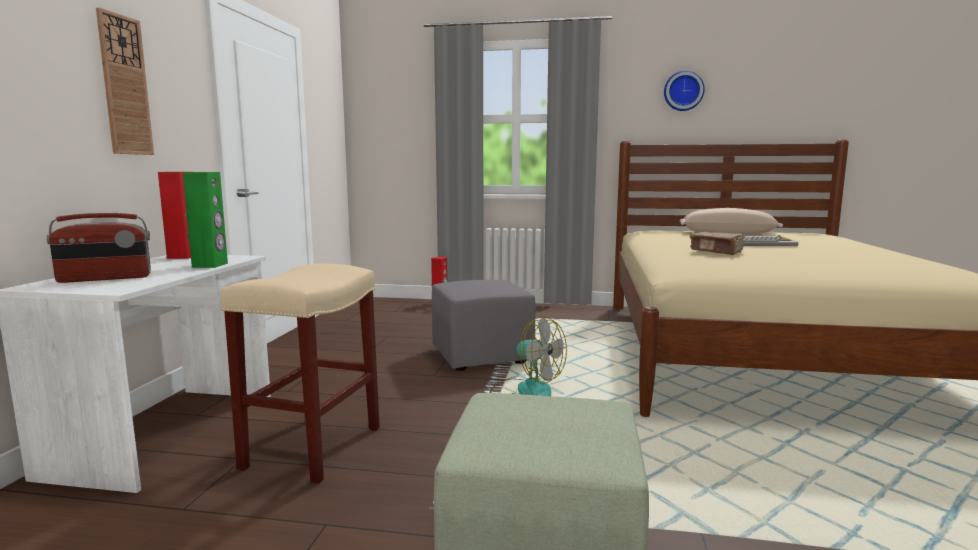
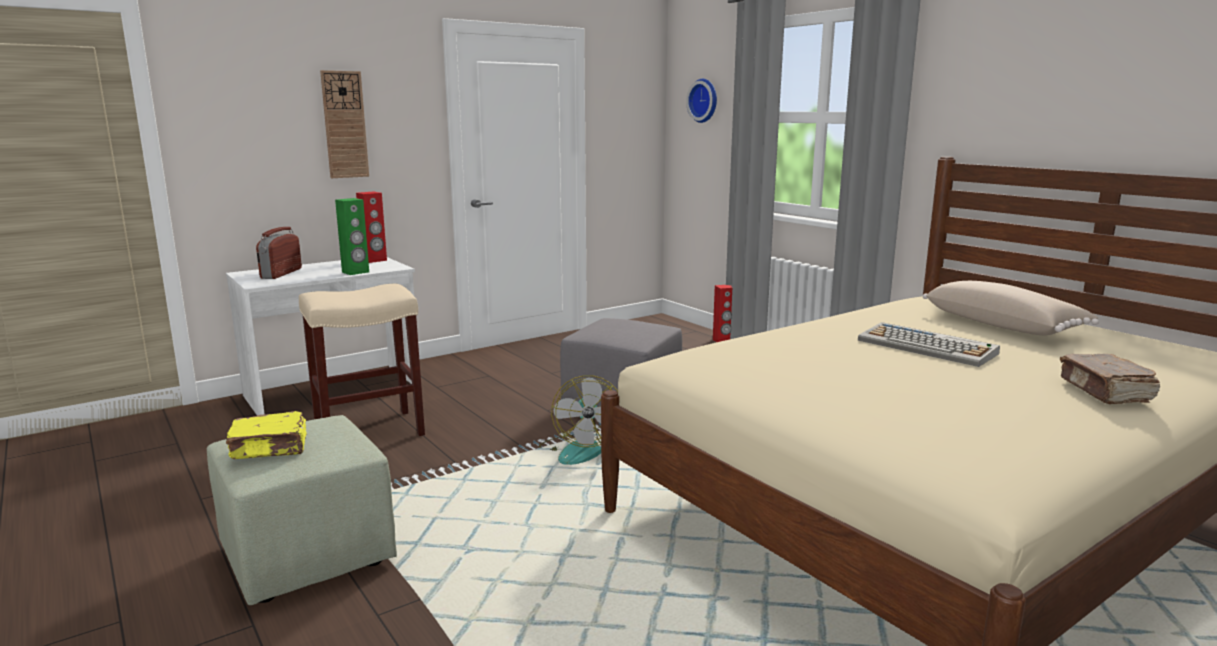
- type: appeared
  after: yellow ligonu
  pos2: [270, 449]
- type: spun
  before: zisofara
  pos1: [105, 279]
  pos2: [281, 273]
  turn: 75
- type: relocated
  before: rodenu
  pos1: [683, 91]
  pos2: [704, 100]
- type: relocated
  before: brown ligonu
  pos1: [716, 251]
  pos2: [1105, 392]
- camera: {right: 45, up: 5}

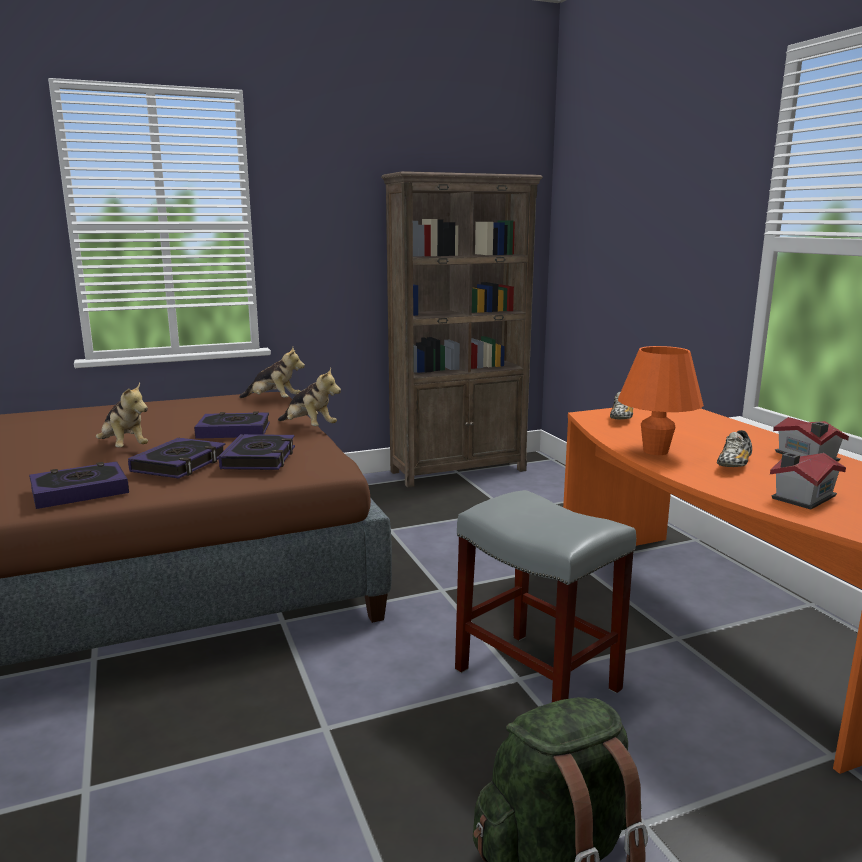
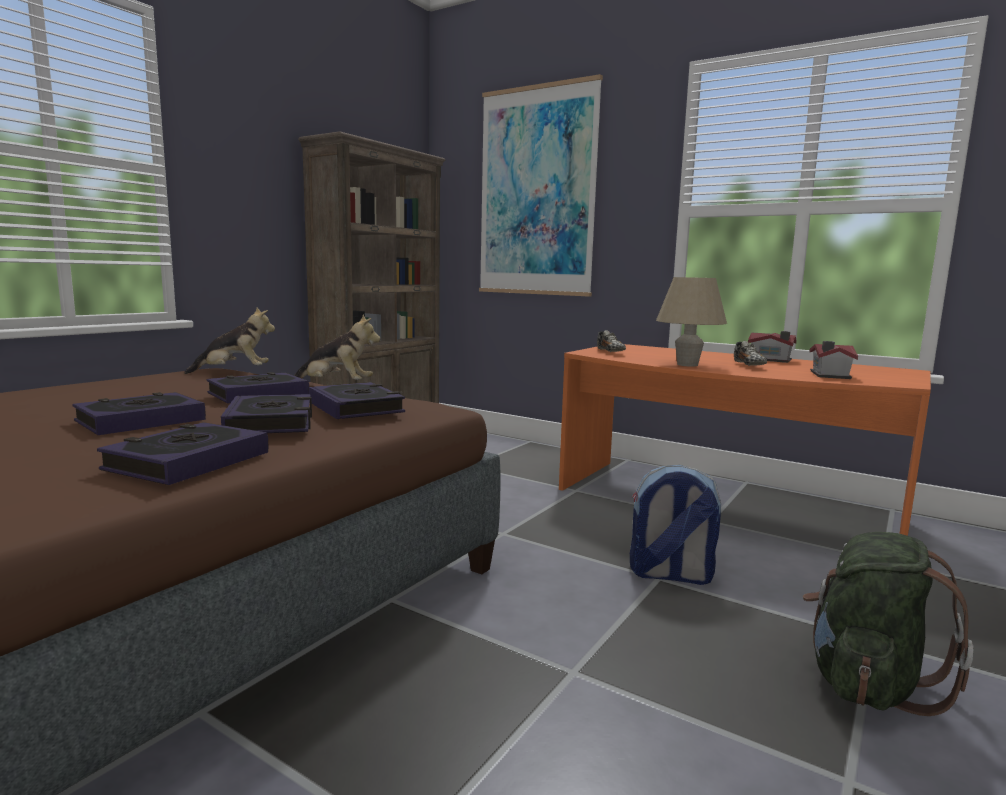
- type: exchanged
  before: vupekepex
  after: ligonu
  pos1: [123, 448]
  pos2: [140, 421]
- type: appeared
  after: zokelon
  pos2: [537, 192]
- type: exchanged
  before: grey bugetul
  after: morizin
  pos1: [535, 679]
  pos2: [670, 575]
- type: colour
  before: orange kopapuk
  after: beige kopapuk
  pos1: [655, 451]
  pos2: [687, 365]
- camera: {right: -35, up: -5}

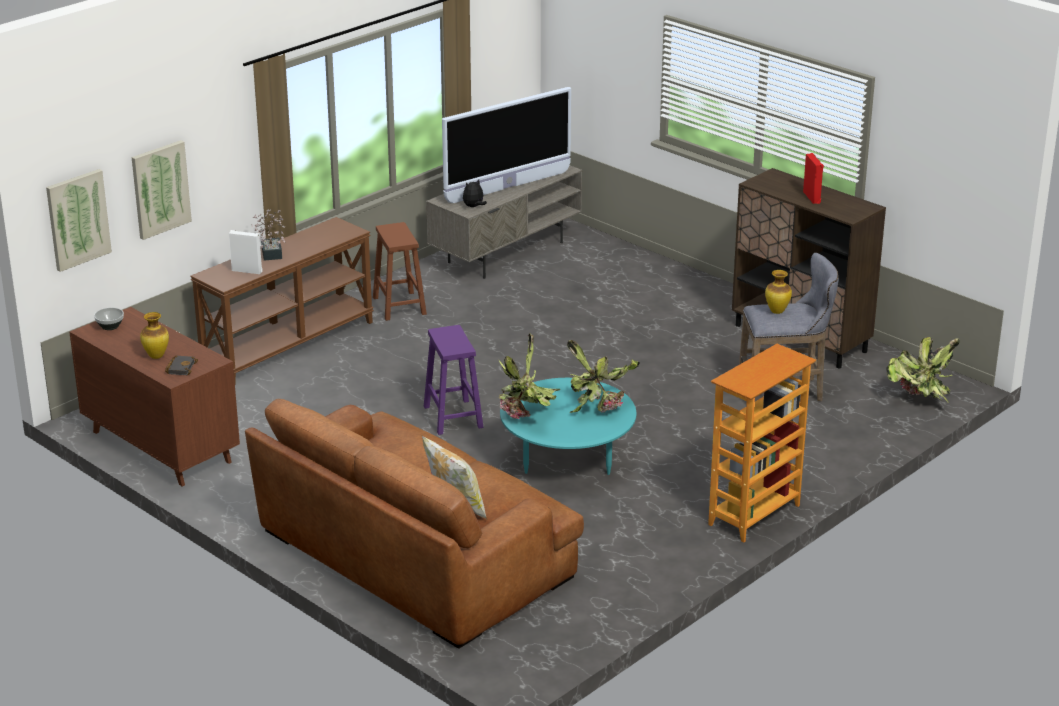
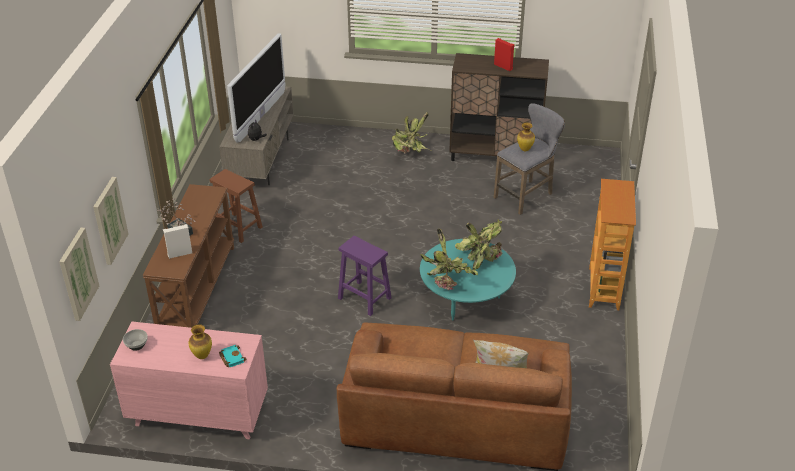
- type: colour
  before: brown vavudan
  after: pink vavudan
  pos1: [160, 446]
  pos2: [198, 414]
- type: colour
  before: black ligonu
  after: turquoise ligonu
  pos1: [180, 367]
  pos2: [231, 357]
- type: relocated
  before: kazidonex
  pos1: [920, 398]
  pos2: [410, 153]
- camera: {right: -35, up: 10}

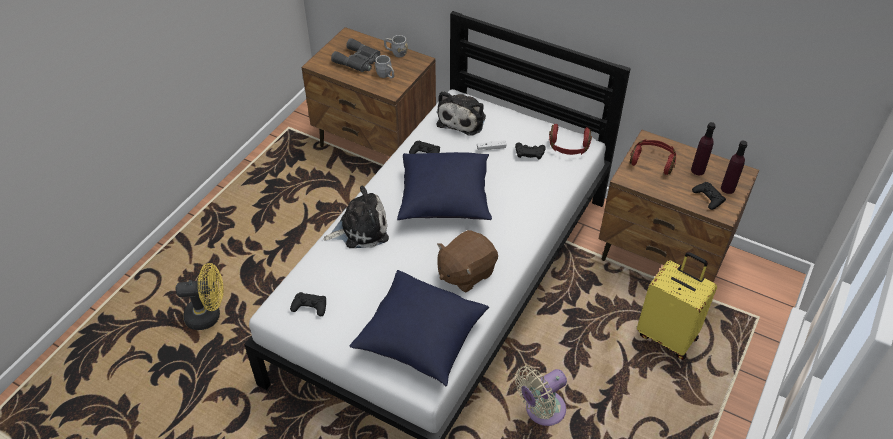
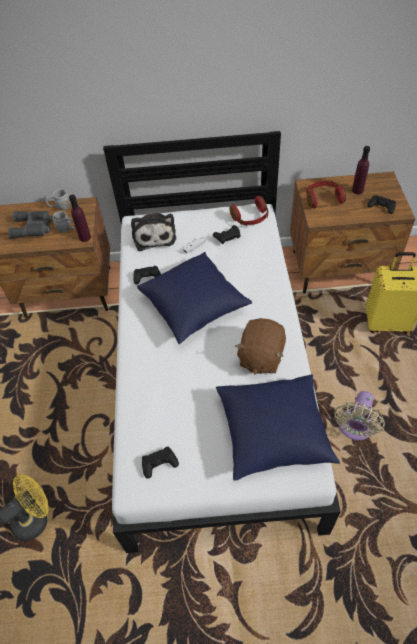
- type: relocated
  before: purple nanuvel
  pos1: [727, 188]
  pos2: [85, 237]
- type: missing
  before: vupekepex
  pos1: [360, 229]
- camera: {right: -30, up: 5}

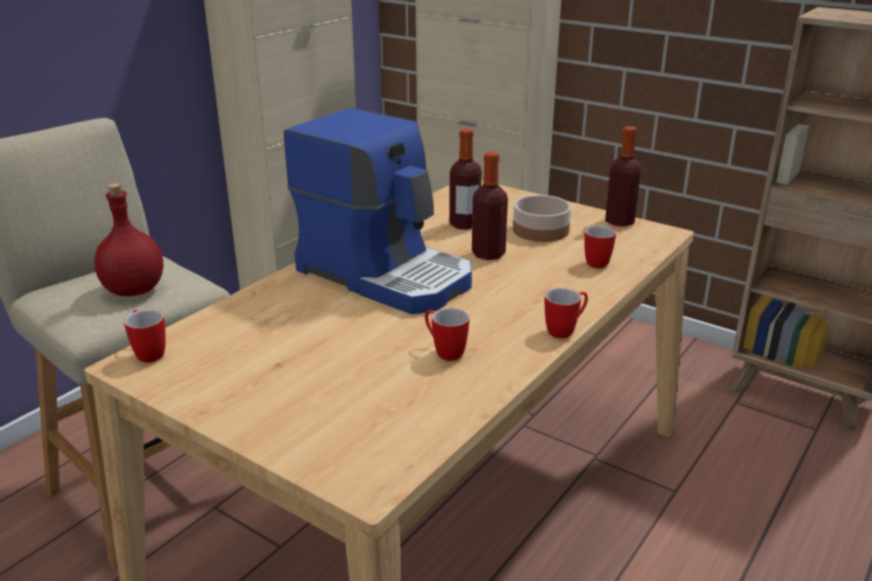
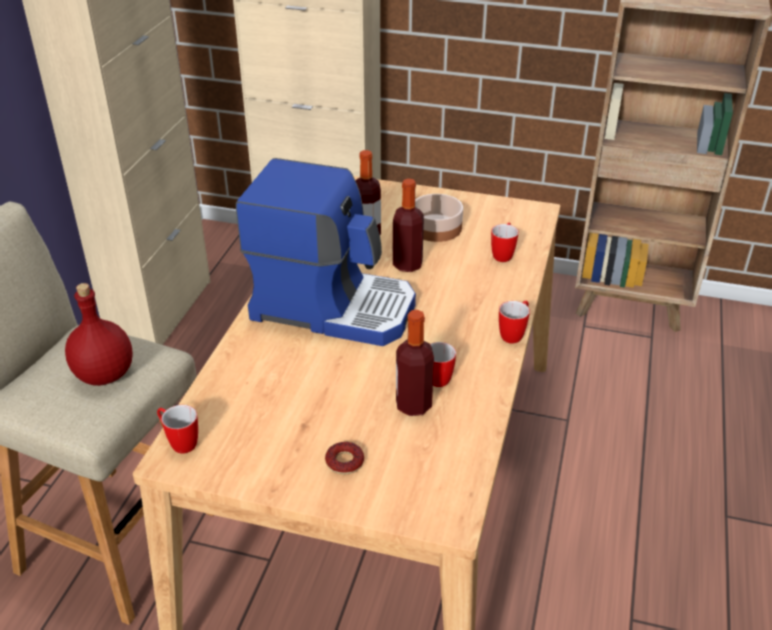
- type: appeared
  after: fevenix
  pos2: [344, 462]
- type: relocated
  before: nanuvel
  pos1: [619, 221]
  pos2: [413, 405]
- camera: {right: -20, up: 10}

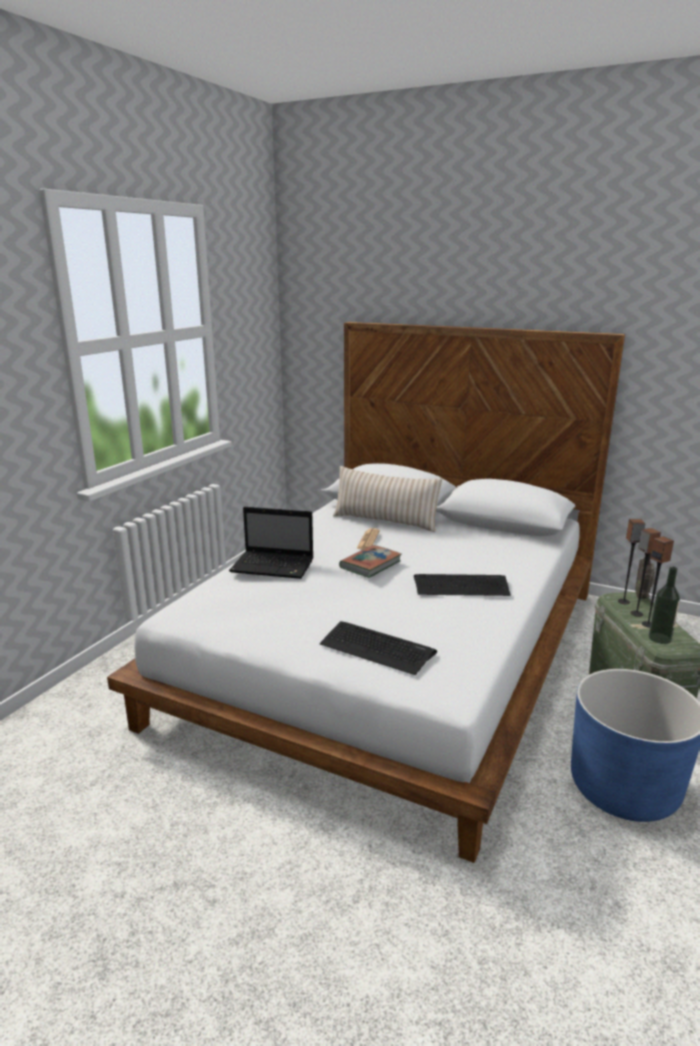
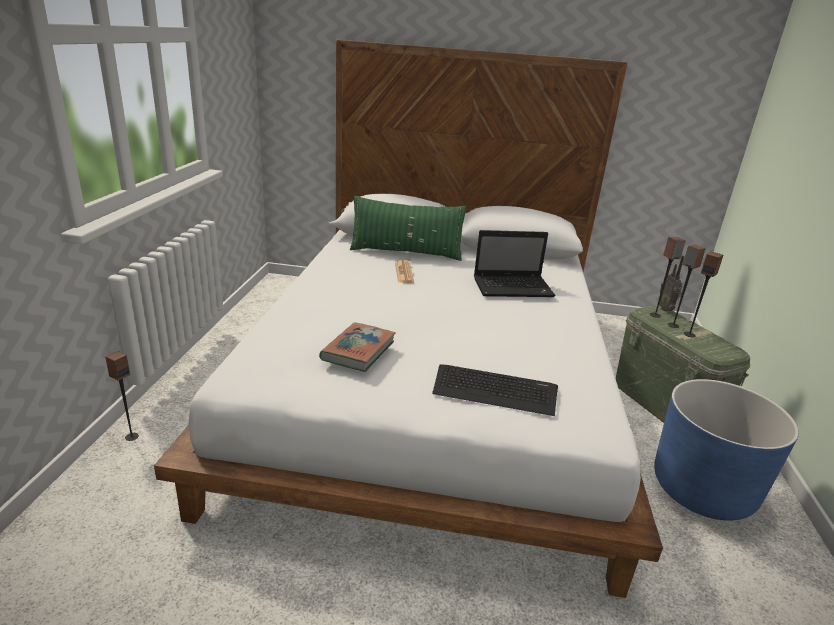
- type: appeared
  after: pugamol
  pos2: [131, 436]
- type: relocated
  before: ligonu
  pos1: [370, 565]
  pos2: [358, 351]
- type: colour
  before: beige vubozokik
  after: green vubozokik
  pos1: [385, 521]
  pos2: [406, 252]
- type: relocated
  before: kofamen
  pos1: [274, 566]
  pos2: [514, 287]
- type: missing
  before: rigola
  pos1: [461, 586]
- type: missing
  before: nanuvel
  pos1: [659, 638]
- camera: {right: -20, up: 5}

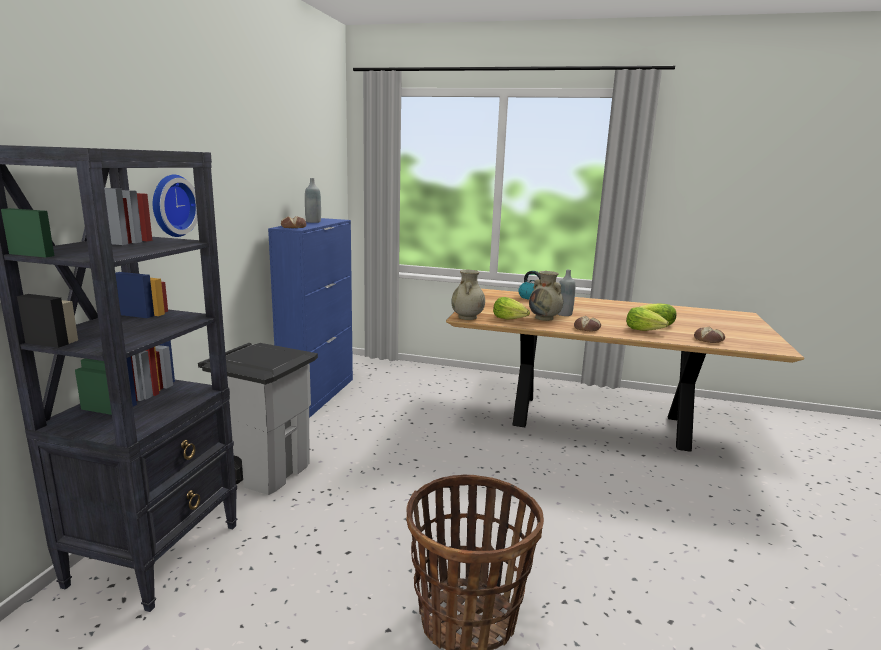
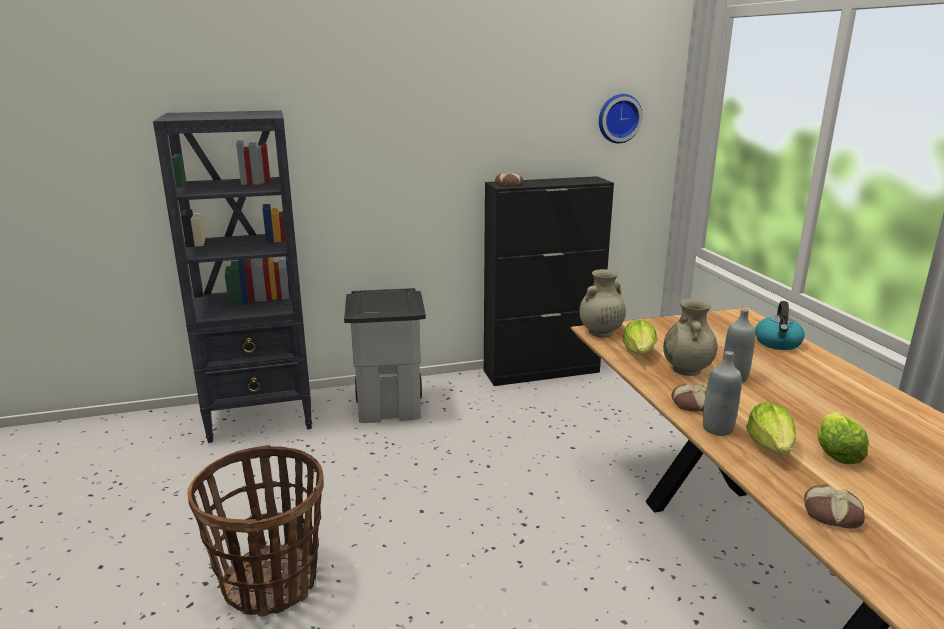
- type: colour
  before: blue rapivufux
  after: black rapivufux
  pos1: [318, 395]
  pos2: [542, 371]
- type: relocated
  before: rodenu
  pos1: [171, 205]
  pos2: [618, 118]
- type: relocated
  before: grey nanuvel
  pos1: [313, 222]
  pos2: [717, 429]
- camera: {right: 60, up: 5}

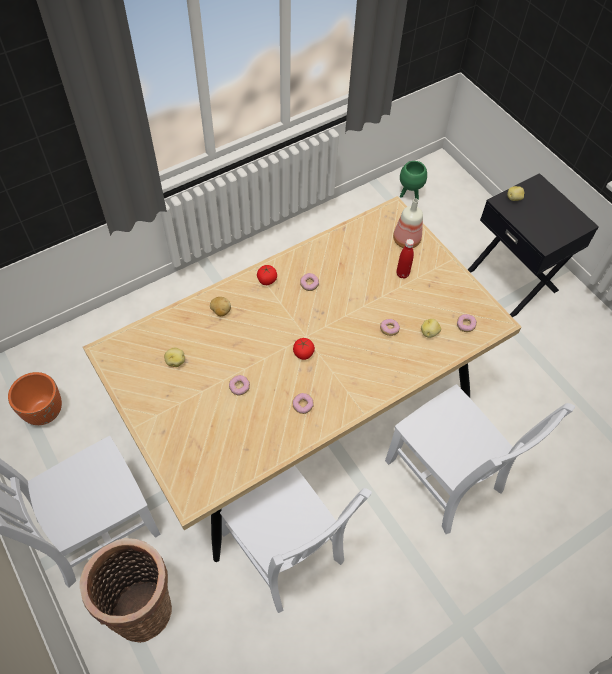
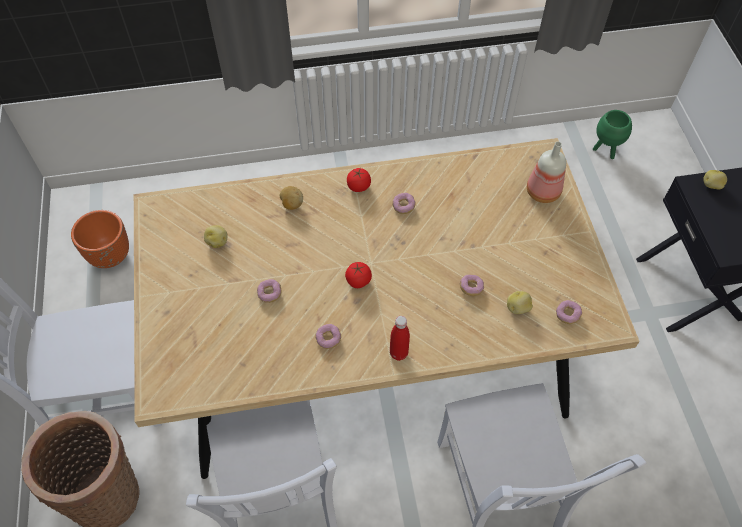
- type: relocated
  before: red nanuvel
  pos1: [402, 274]
  pos2: [398, 353]
- camera: {right: 25, up: 0}

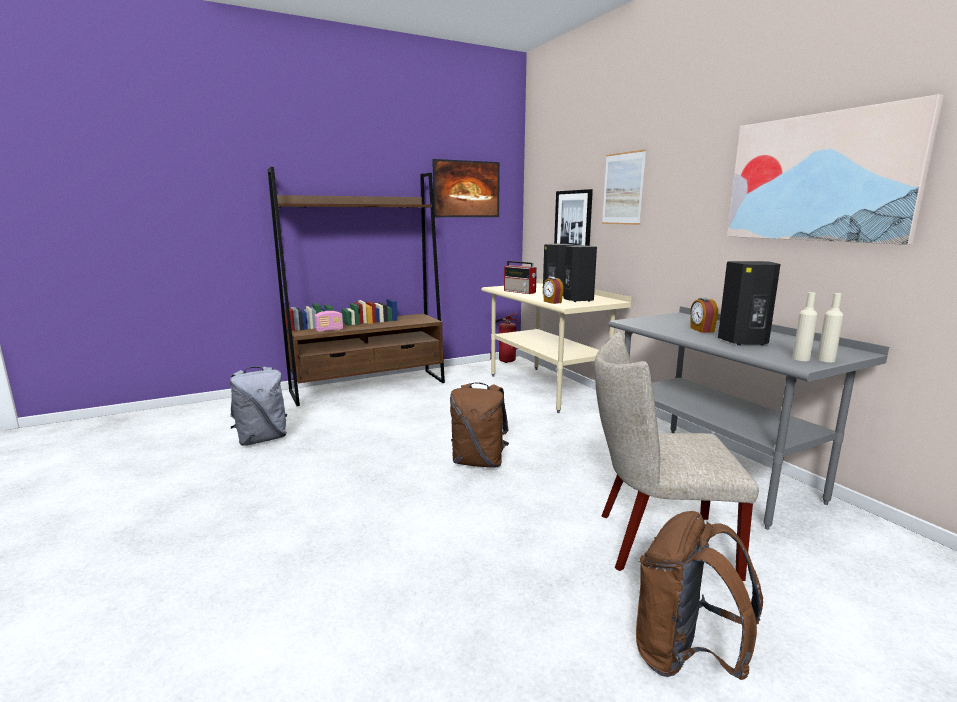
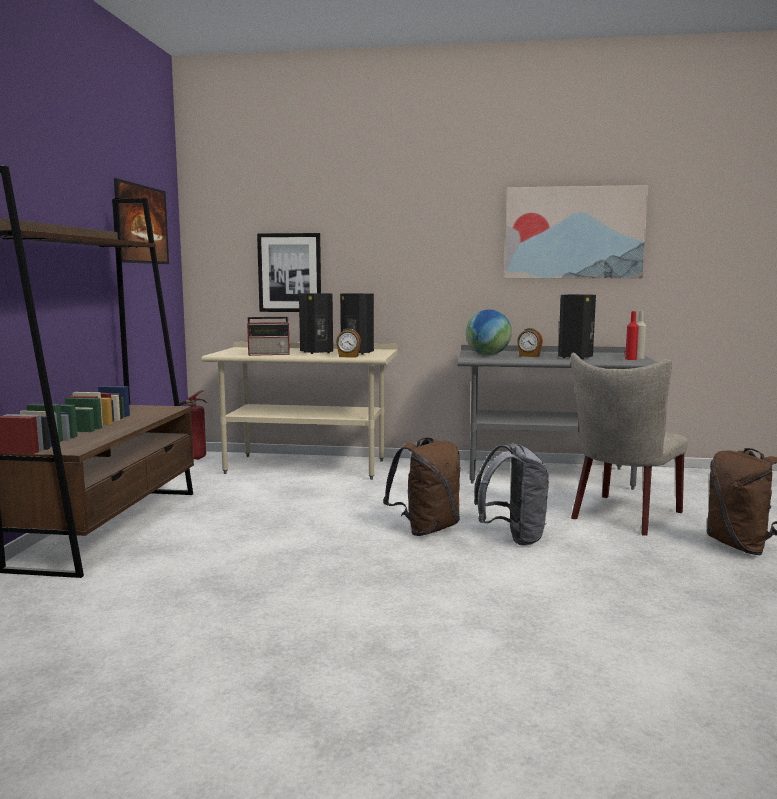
- type: appeared
  after: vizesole
  pos2: [488, 355]
- type: relocated
  before: grey morizin
  pos1: [262, 439]
  pos2: [513, 538]
- type: colour
  before: beige nanuvel
  after: red nanuvel
  pos1: [801, 359]
  pos2: [630, 359]
- type: missing
  before: zisofara
  pos1: [329, 330]
- type: missing
  before: zokelon
  pos1: [623, 188]
- camera: {right: -55, up: -5}

